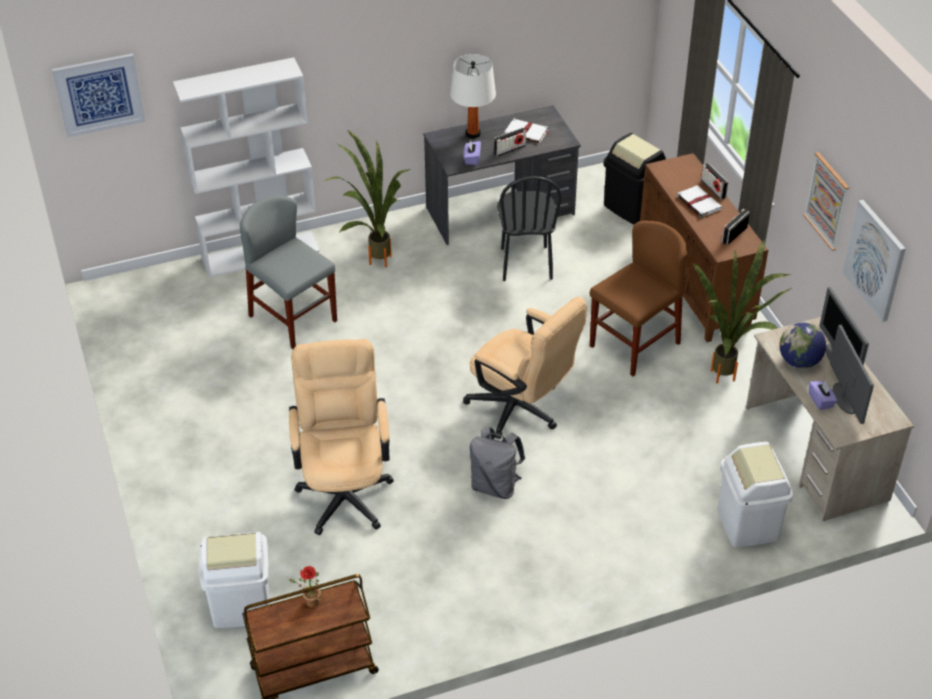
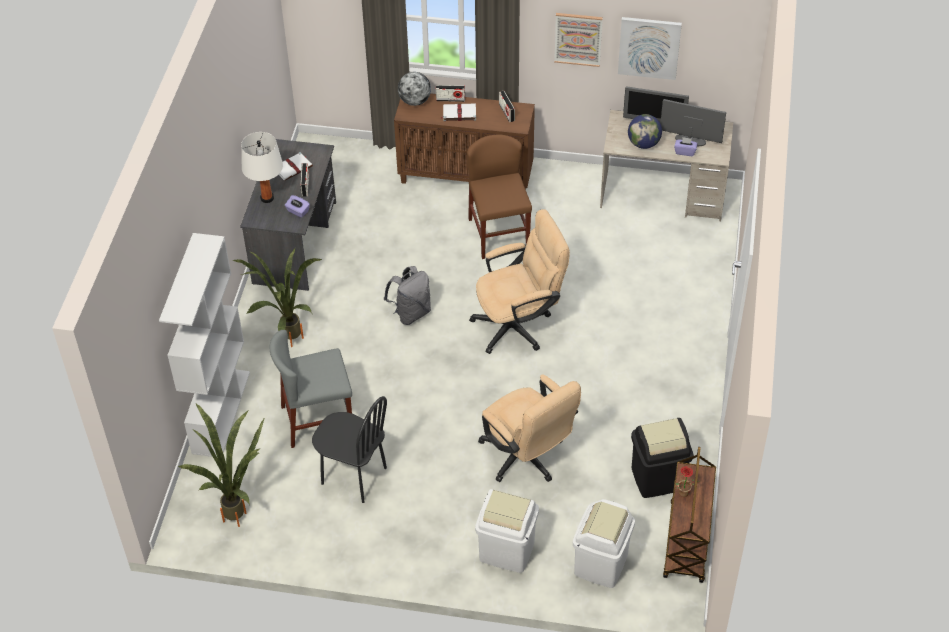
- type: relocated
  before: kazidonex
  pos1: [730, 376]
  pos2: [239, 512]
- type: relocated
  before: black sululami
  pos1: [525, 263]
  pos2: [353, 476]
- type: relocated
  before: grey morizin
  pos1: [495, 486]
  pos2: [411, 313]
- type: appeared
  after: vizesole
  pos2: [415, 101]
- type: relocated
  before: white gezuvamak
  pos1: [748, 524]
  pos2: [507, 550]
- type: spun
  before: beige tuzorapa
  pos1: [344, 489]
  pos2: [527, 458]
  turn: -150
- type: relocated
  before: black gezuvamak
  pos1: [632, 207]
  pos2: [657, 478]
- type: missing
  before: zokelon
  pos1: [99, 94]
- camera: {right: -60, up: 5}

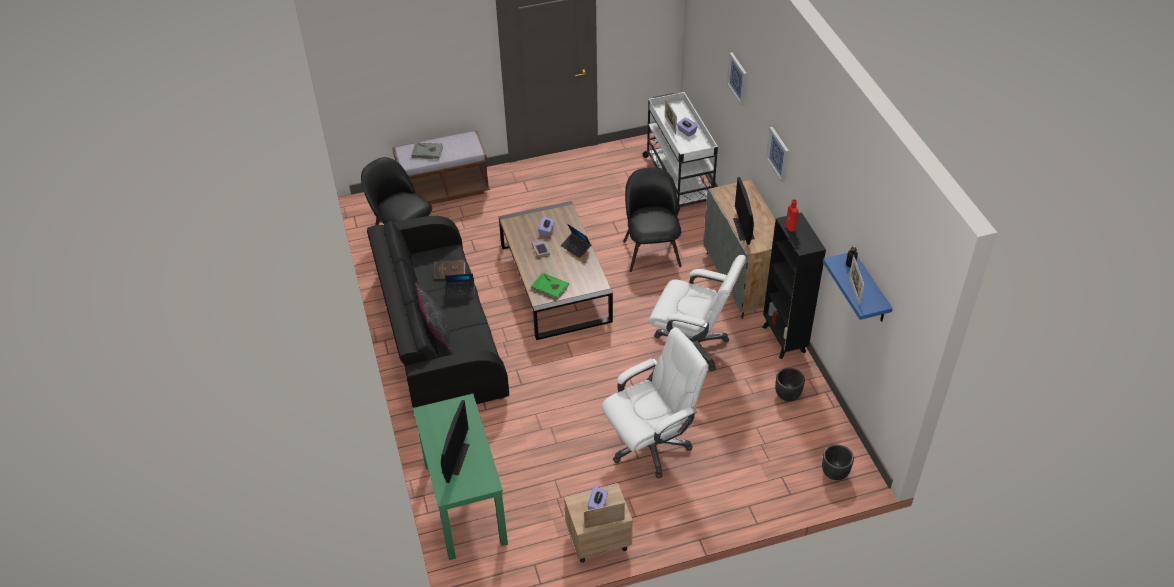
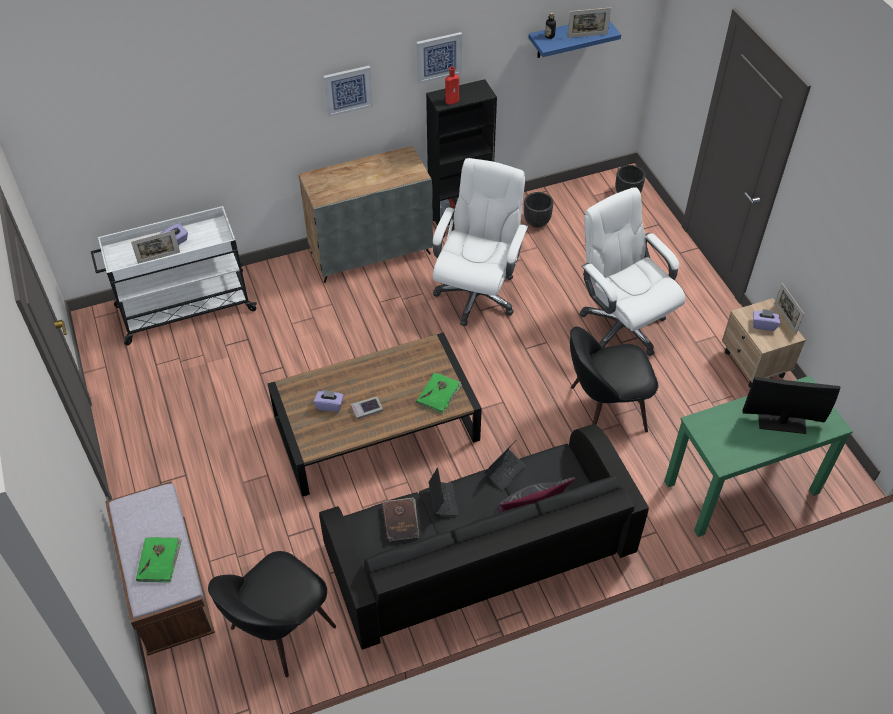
- type: colour
  before: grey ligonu
  after: green ligonu
  pos1: [427, 152]
  pos2: [159, 560]
- type: relocated
  before: zokelon
  pos1: [738, 78]
  pos2: [438, 57]
- type: relocated
  before: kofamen
  pos1: [576, 247]
  pos2: [505, 471]
- type: relocated
  before: black sululami
  pos1: [651, 251]
  pos2: [604, 409]
- type: missing
  before: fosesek
  pos1: [743, 228]
- camera: {right: -95, up: 5}

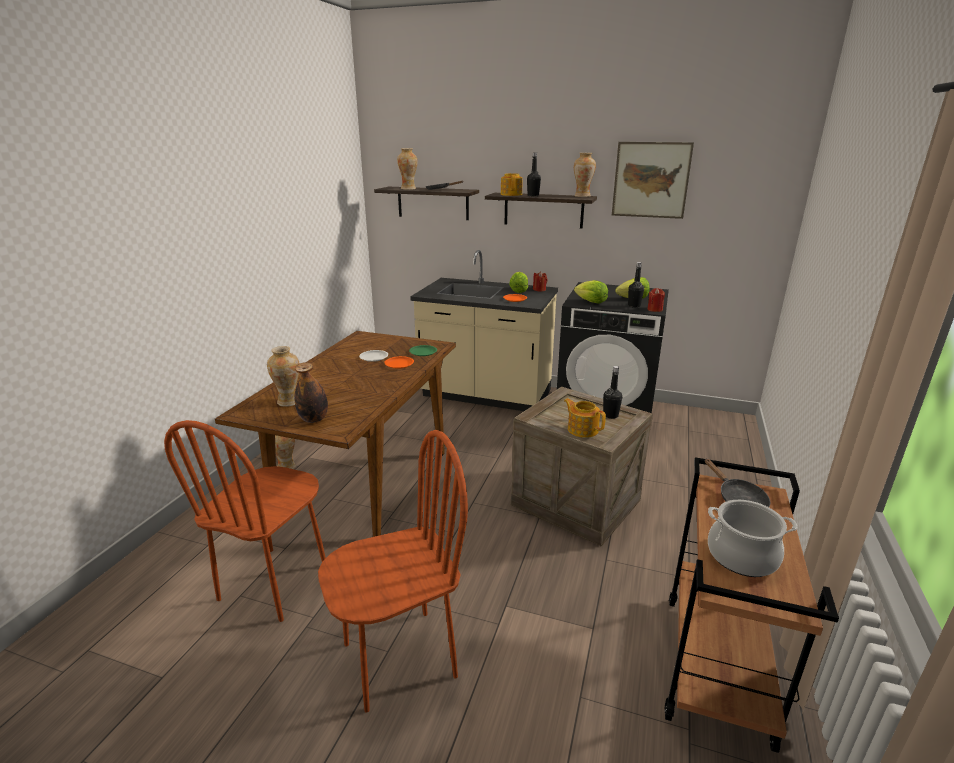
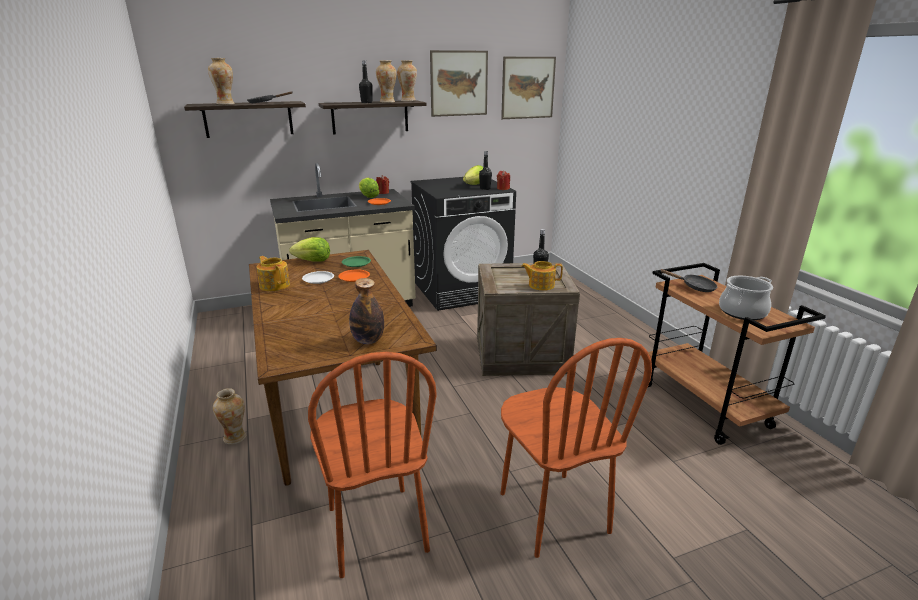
- type: relocated
  before: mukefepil
  pos1: [511, 194]
  pos2: [275, 285]
- type: relocated
  before: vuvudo
  pos1: [591, 302]
  pos2: [313, 261]
- type: relocated
  before: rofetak
  pos1: [289, 402]
  pos2: [387, 102]
- type: appeared
  after: zokelon
  pos2: [528, 88]
- type: spun
  before: brown sululami
  pos1: [399, 658]
  pos2: [552, 512]
  turn: 135
- camera: {right: -40, up: 0}

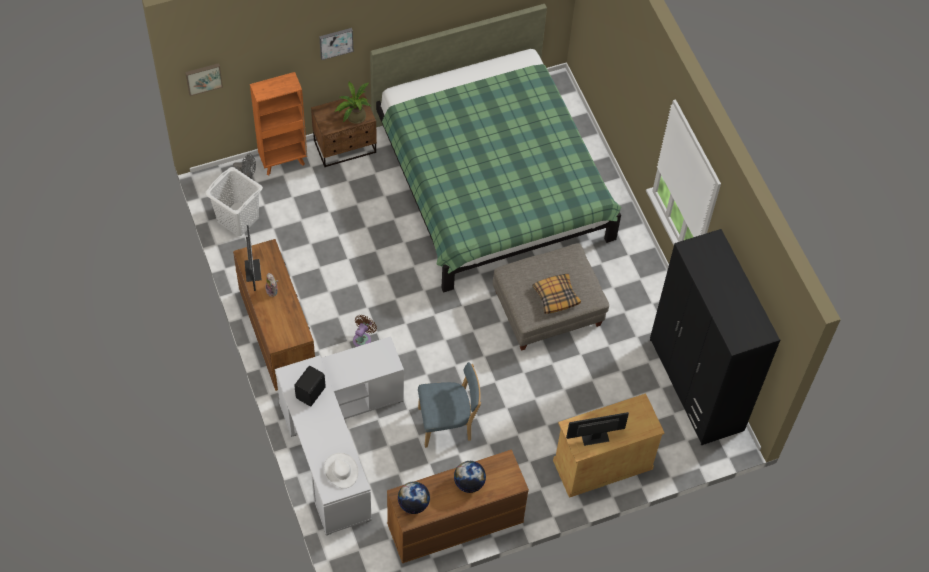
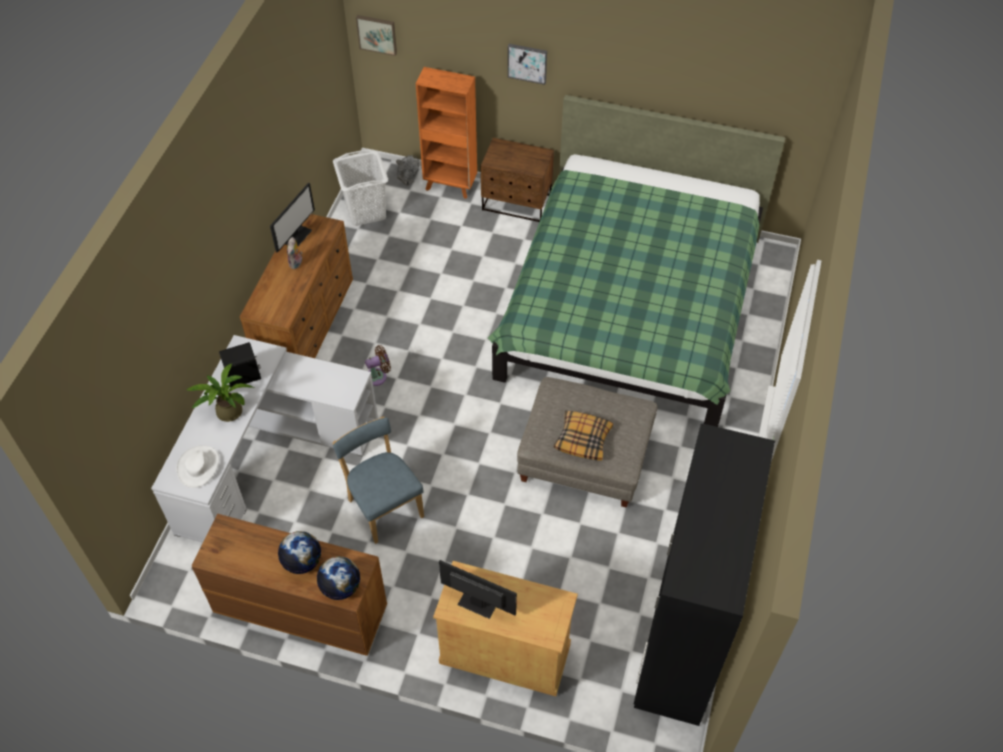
- type: relocated
  before: kazidonex
  pos1: [353, 117]
  pos2: [226, 411]
- type: relocated
  before: vizesole
  pos1: [413, 504]
  pos2: [341, 587]
- type: spun
  before: blue sululami
  pos1: [447, 424]
  pos2: [384, 506]
  turn: -150
- camera: {right: 40, up: -5}

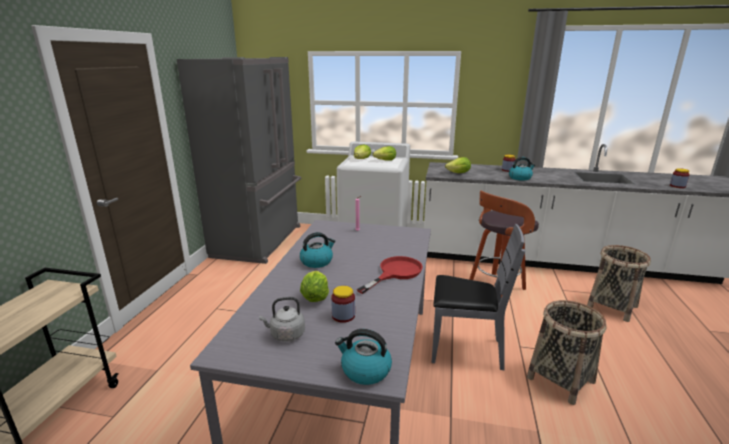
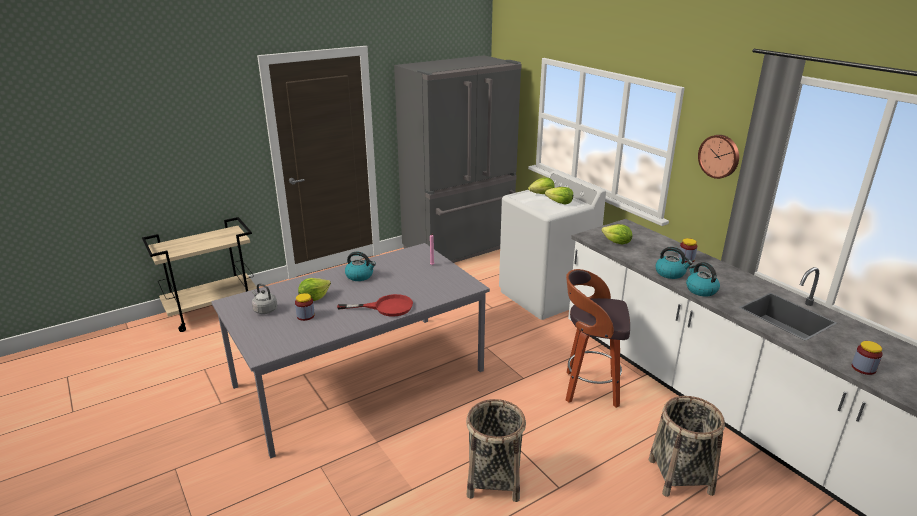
- type: relocated
  before: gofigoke
  pos1: [365, 370]
  pos2: [700, 290]
- type: appeared
  after: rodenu
  pos2: [719, 156]
- type: missing
  before: grey sululami
  pos1: [465, 349]
- camera: {right: 45, up: 5}

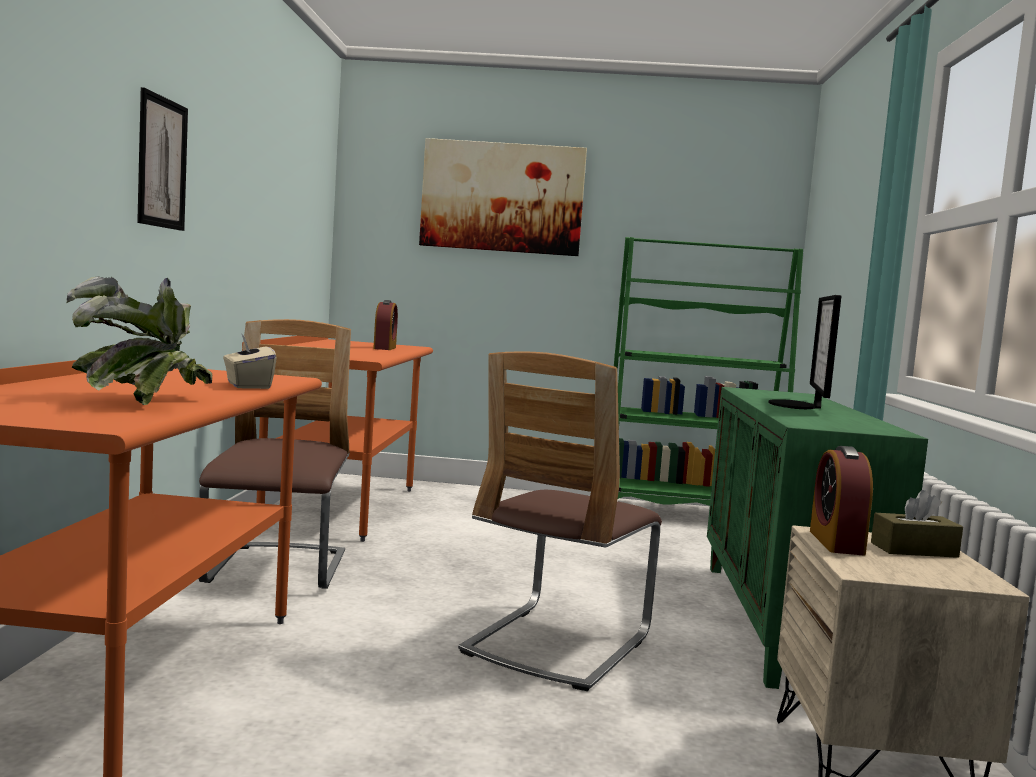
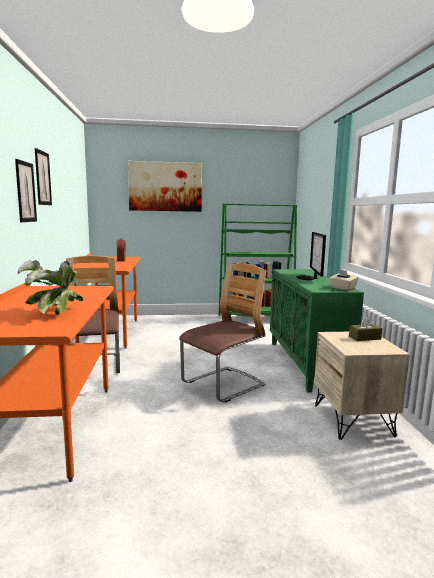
- type: appeared
  after: zokelon
  pos2: [43, 178]
- type: spun
  before: sululami
  pos1: [557, 644]
  pos2: [223, 385]
  turn: -150
- type: relocated
  before: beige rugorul
  pos1: [247, 386]
  pos2: [342, 288]
- type: missing
  before: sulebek
  pos1: [836, 542]
- camera: {right: -10, up: 5}

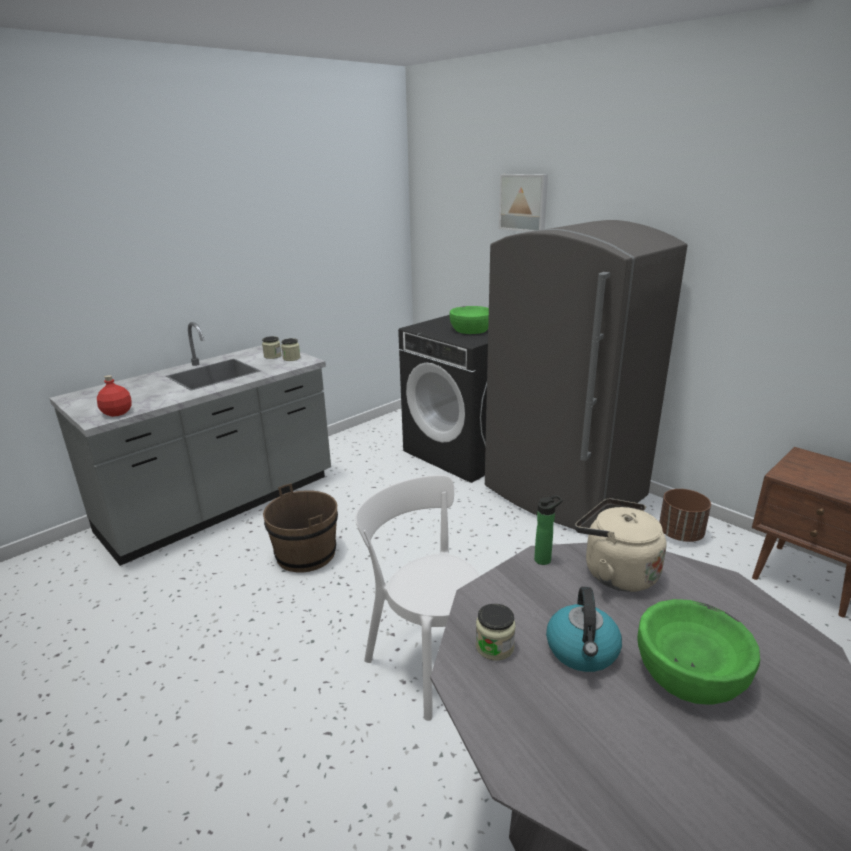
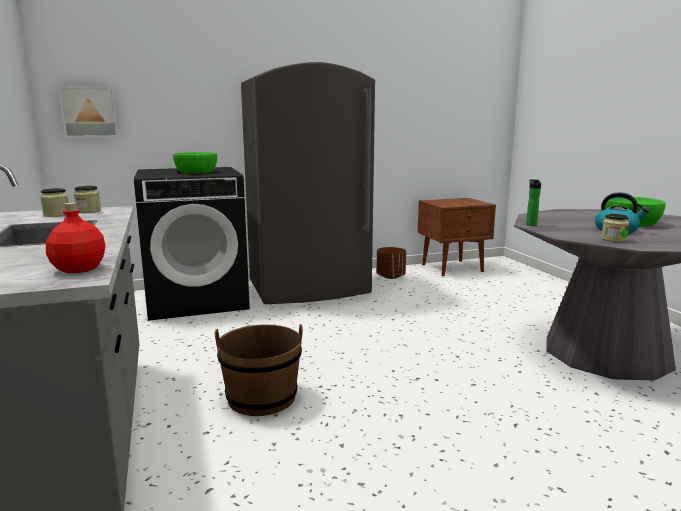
- type: relocated
  before: zokelon
  pos1: [524, 202]
  pos2: [89, 112]
- type: missing
  before: white sululami
  pos1: [429, 657]
- type: missing
  before: beige gofigoke
  pos1: [615, 572]
- camera: {right: -65, up: -10}

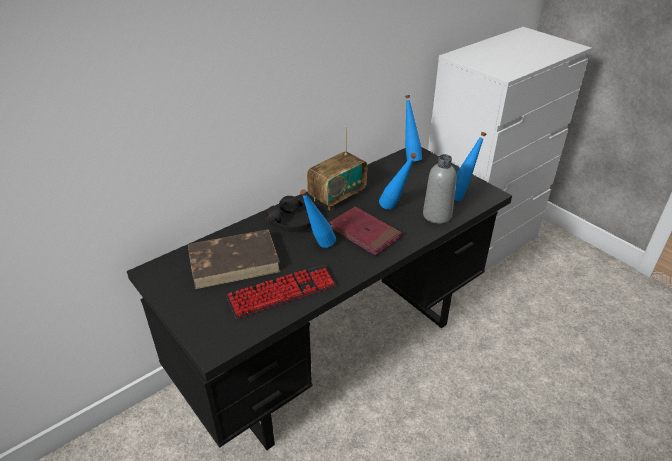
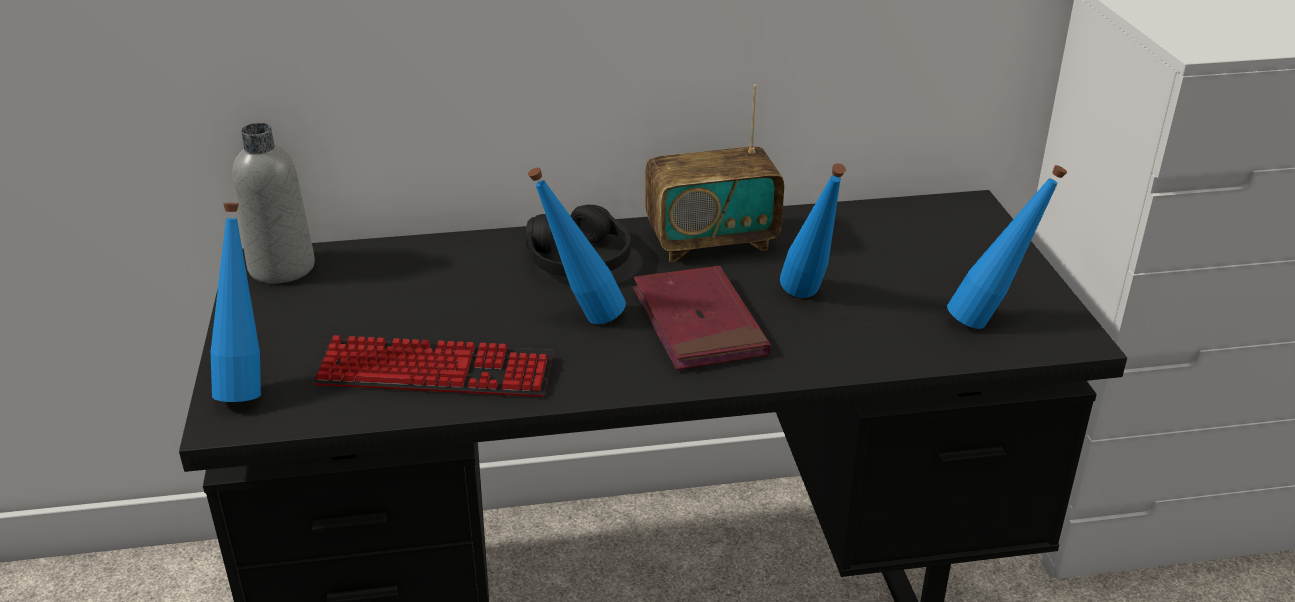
- type: relocated
  before: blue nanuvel
  pos1: [409, 157]
  pos2: [248, 385]
- type: relocated
  before: grey nanuvel
  pos1: [437, 215]
  pos2: [282, 267]
- type: missing
  before: brown ligonu
  pos1: [234, 261]
- camera: {right: 30, up: -5}

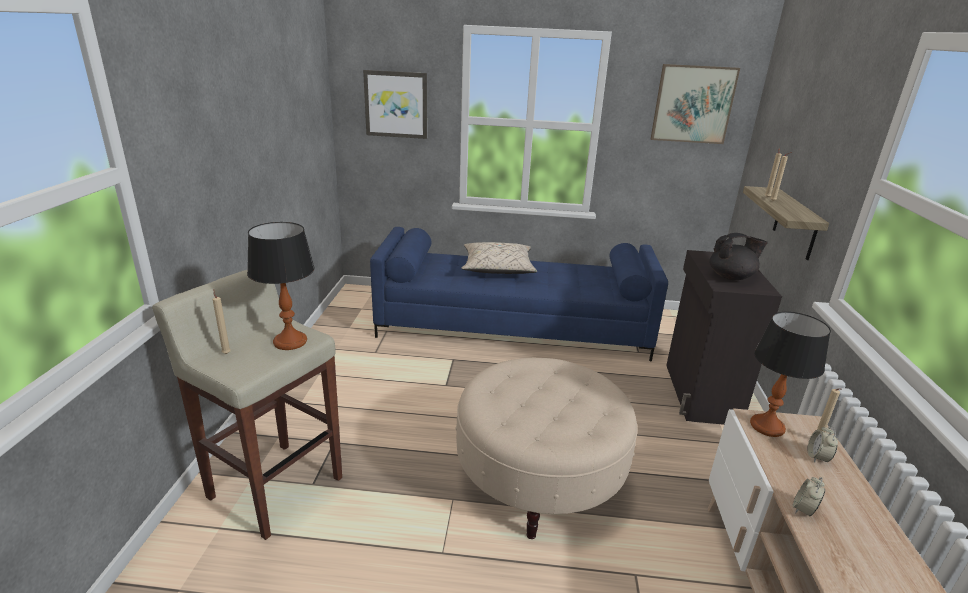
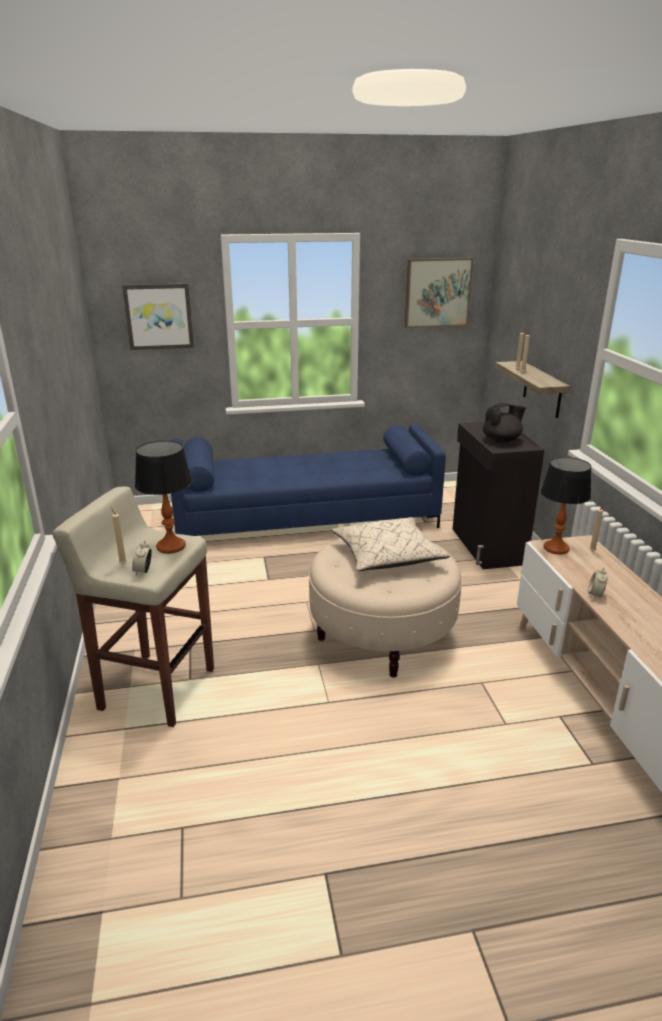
- type: relocated
  before: sulebek
  pos1: [817, 457]
  pos2: [143, 571]
- type: relocated
  before: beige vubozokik
  pos1: [497, 268]
  pos2: [387, 556]
- camera: {right: -15, up: 0}

